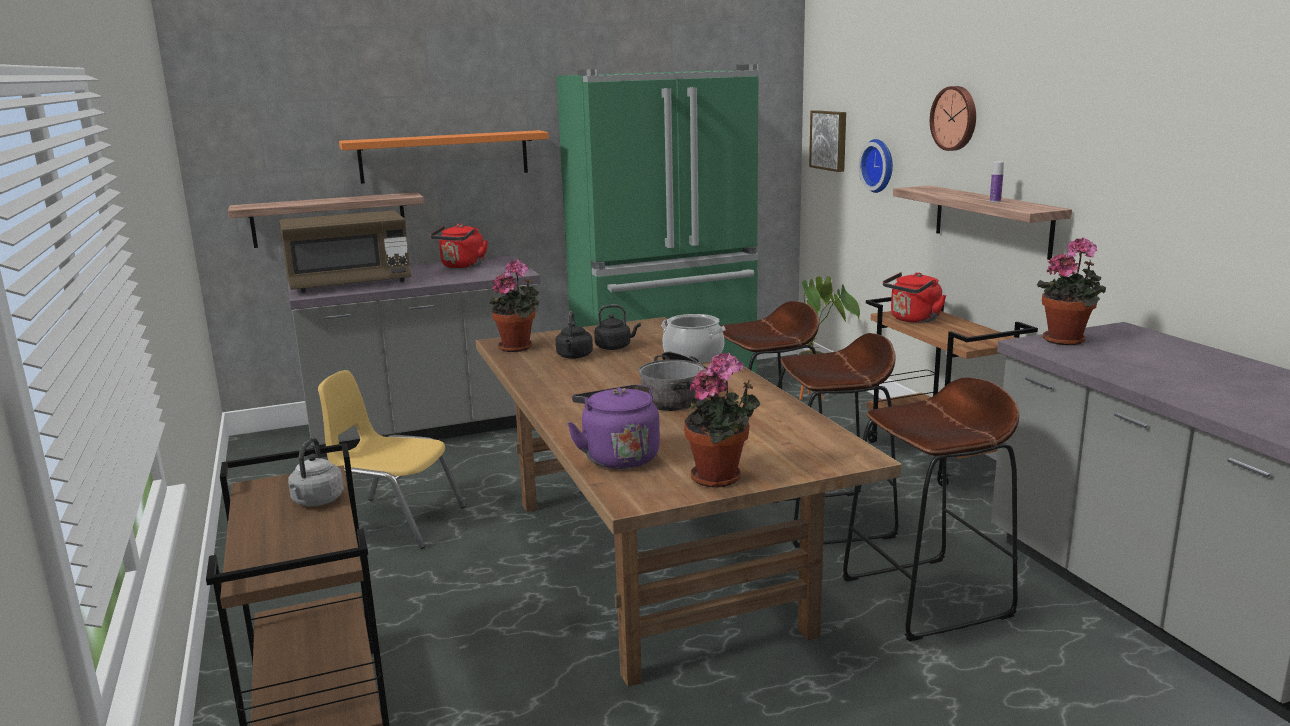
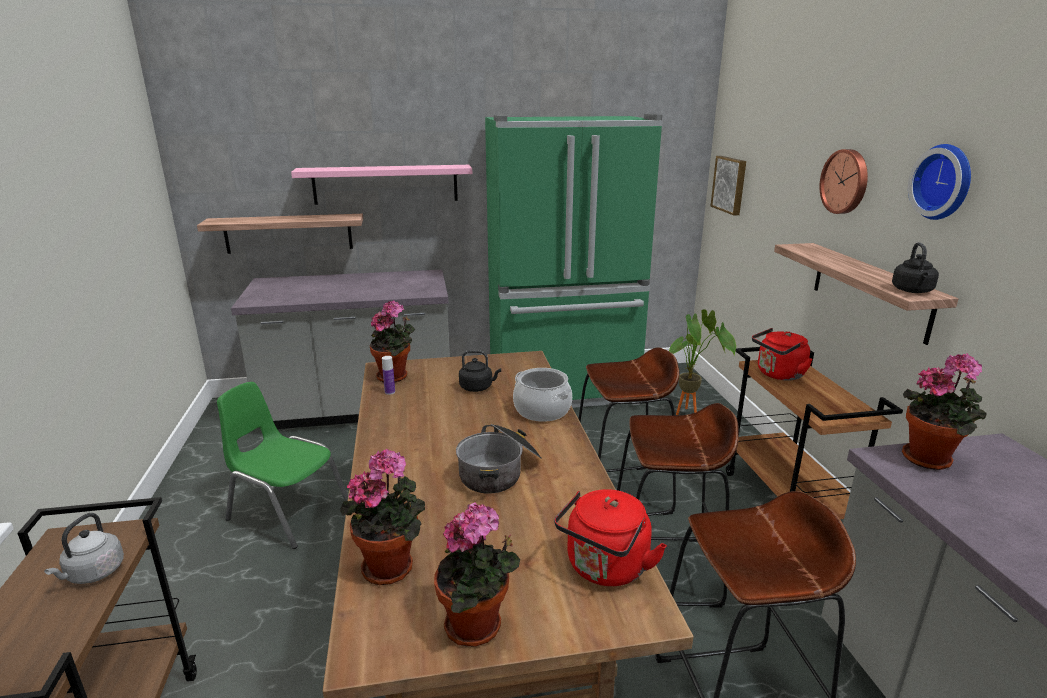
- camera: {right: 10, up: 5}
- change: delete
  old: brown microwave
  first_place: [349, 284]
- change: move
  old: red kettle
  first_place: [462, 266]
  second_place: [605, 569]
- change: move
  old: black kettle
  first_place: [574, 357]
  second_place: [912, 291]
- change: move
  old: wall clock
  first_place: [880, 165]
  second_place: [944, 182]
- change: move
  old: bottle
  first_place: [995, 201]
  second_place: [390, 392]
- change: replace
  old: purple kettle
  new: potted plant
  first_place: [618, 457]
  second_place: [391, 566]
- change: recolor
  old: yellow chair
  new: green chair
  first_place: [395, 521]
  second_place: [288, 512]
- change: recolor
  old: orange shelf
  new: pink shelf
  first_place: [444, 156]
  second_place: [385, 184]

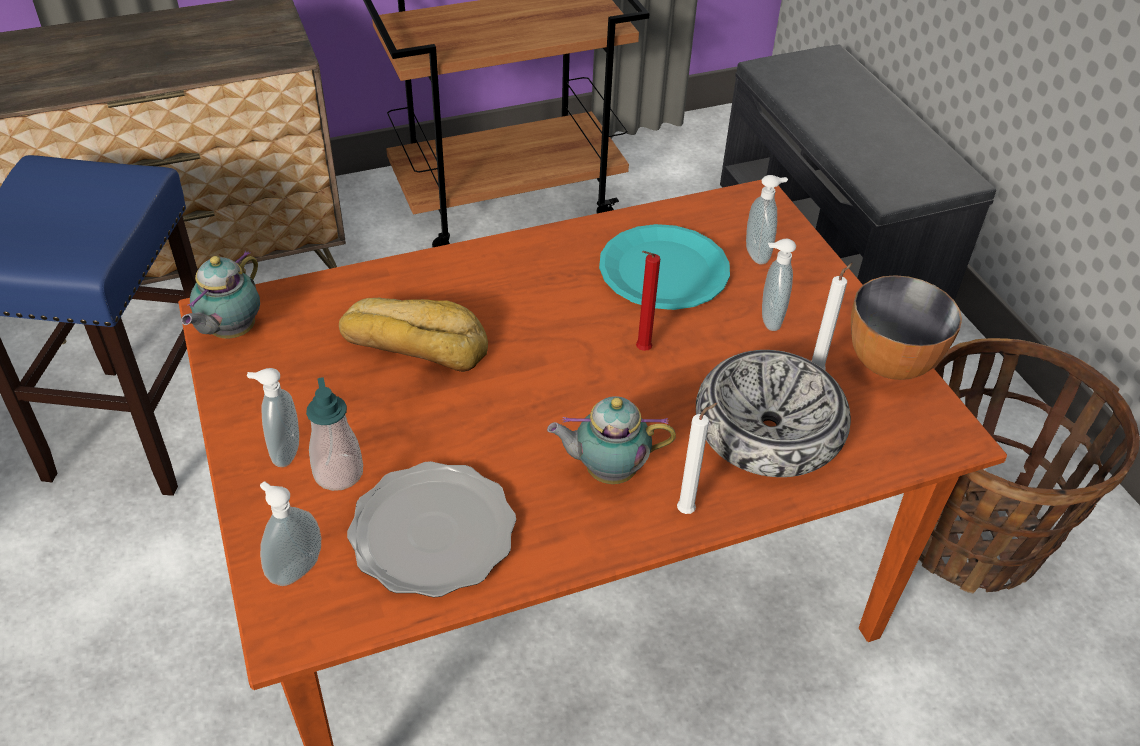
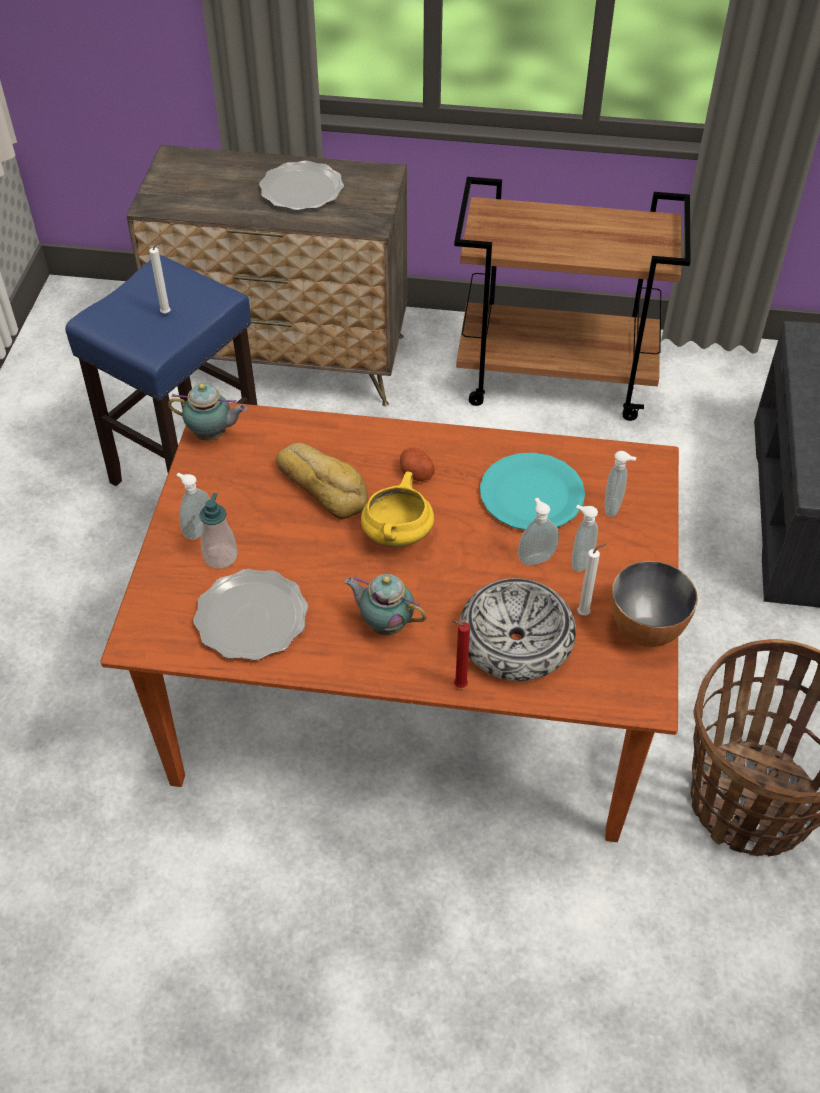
- camera: {right: 30, up: 5}
- change: insert
  new: plate
  second_place: [302, 190]
- change: insert
  new: yellow cooking pot
  second_place: [397, 534]
- change: insert
  new: potato
  second_place: [415, 472]
- change: move
  old: soap dispenser
  first_place: [294, 568]
  second_place: [535, 557]
- change: move
  old: red candle
  first_place: [641, 351]
  second_place: [458, 685]
- change: move
  old: white candle
  first_place: [688, 510]
  second_place: [167, 313]
- change: rotate
  old: teapot
  first_place: [230, 332]
  second_place: [212, 435]
  degrees: -135

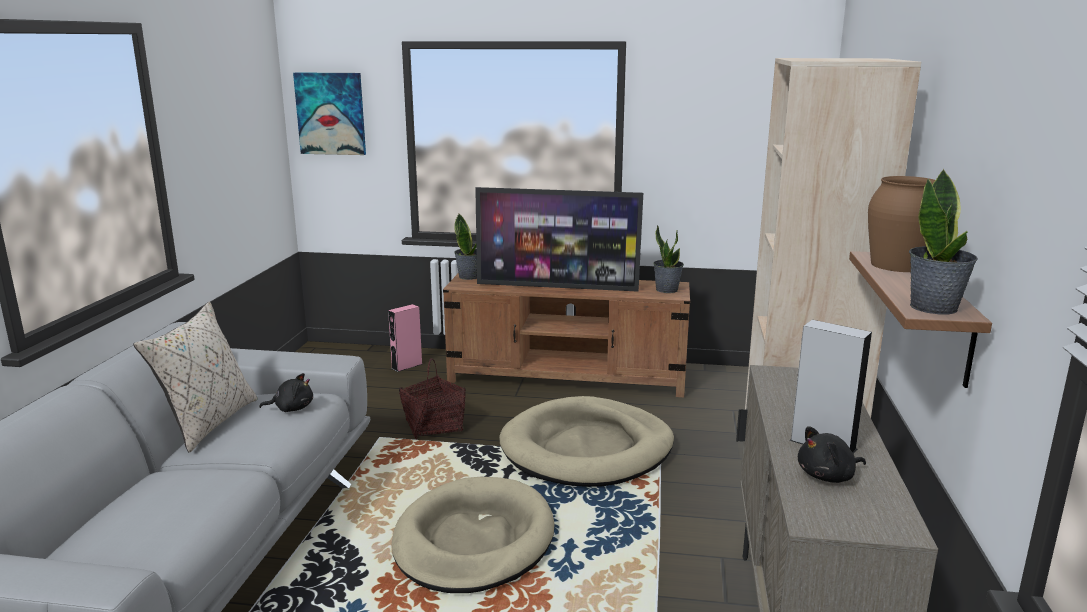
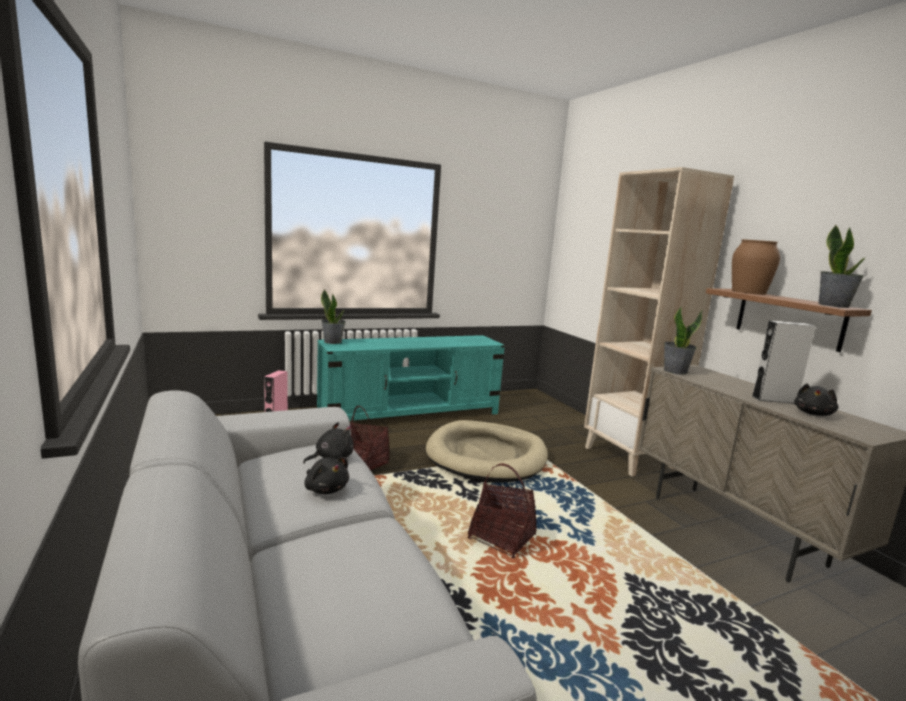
- camera: {right: -35, up: -5}
- change: delete
  old: beige pillow
  first_place: [207, 423]
- change: delete
  old: picture
  first_place: [331, 113]
- change: delete
  old: television
  first_place: [557, 287]
- change: insert
  new: black plush toy
  second_place: [326, 489]
- change: move
  old: potted plant
  first_place: [667, 289]
  second_place: [675, 371]
- change: replace
  old: beige dog bed
  new: basket
  first_place: [473, 540]
  second_place: [502, 538]
- change: recolor
  old: brown tv stand
  new: turquoise tv stand
  first_place: [567, 377]
  second_place: [411, 413]

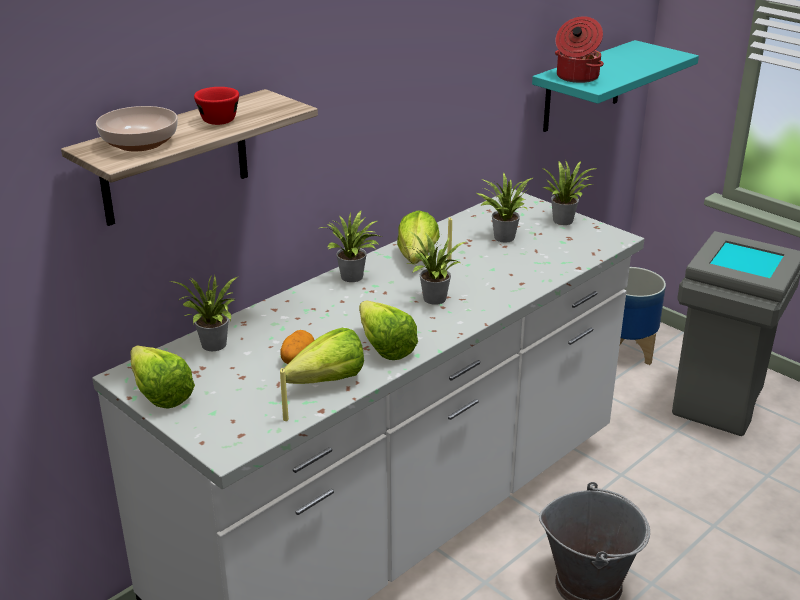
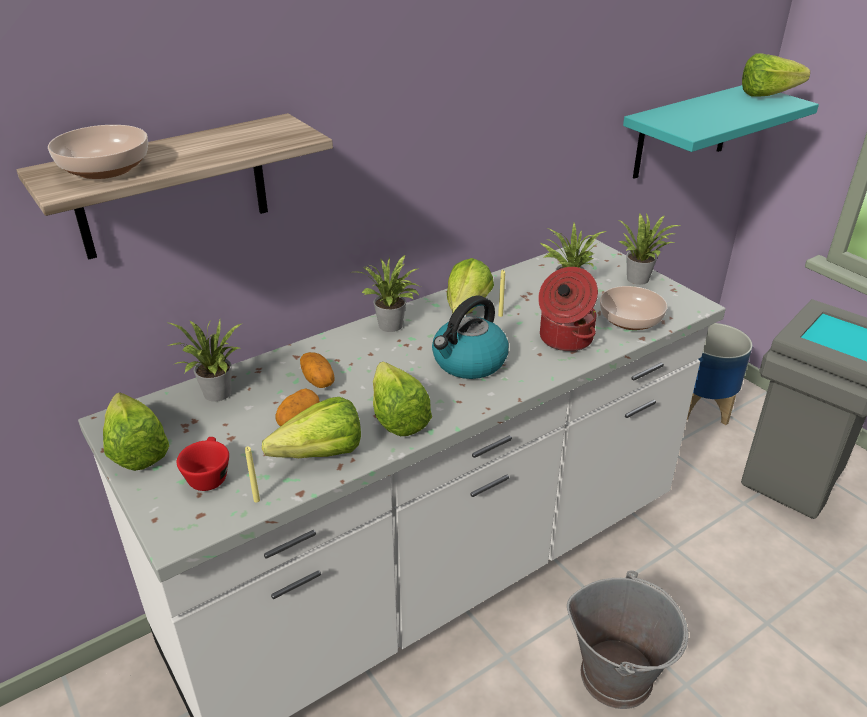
- camera: {right: 10, up: 5}
- change: insert
  new: potato
  second_place: [318, 380]
- change: insert
  new: bowl
  second_place: [631, 320]
- change: insert
  new: lettuce
  second_place: [773, 95]
- change: move
  old: red cup
  first_place: [217, 118]
  second_place: [208, 475]
- change: move
  old: cooking pot
  first_place: [576, 77]
  second_place: [564, 338]
- change: replace
  old: potted plant
  new: kettle
  first_place: [433, 300]
  second_place: [468, 362]

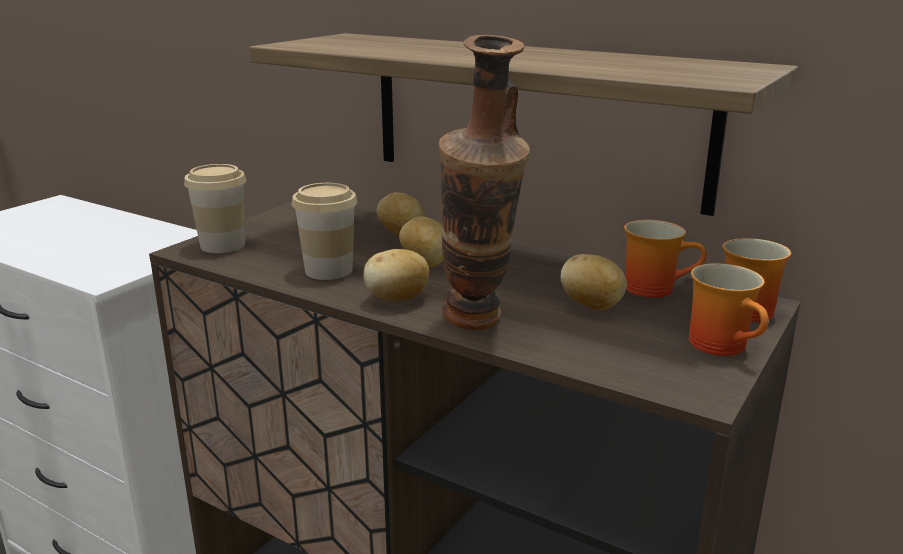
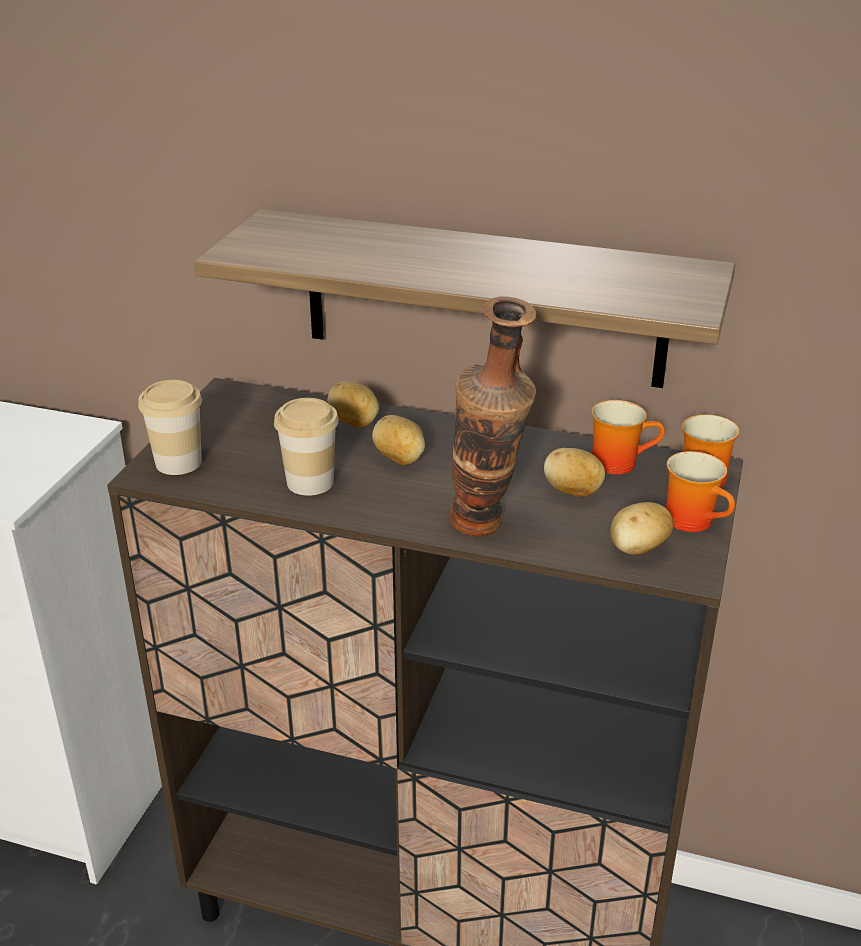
- camera: {right: -15, up: 10}
- change: move
  old: potato
  first_place: [397, 299]
  second_place: [638, 549]

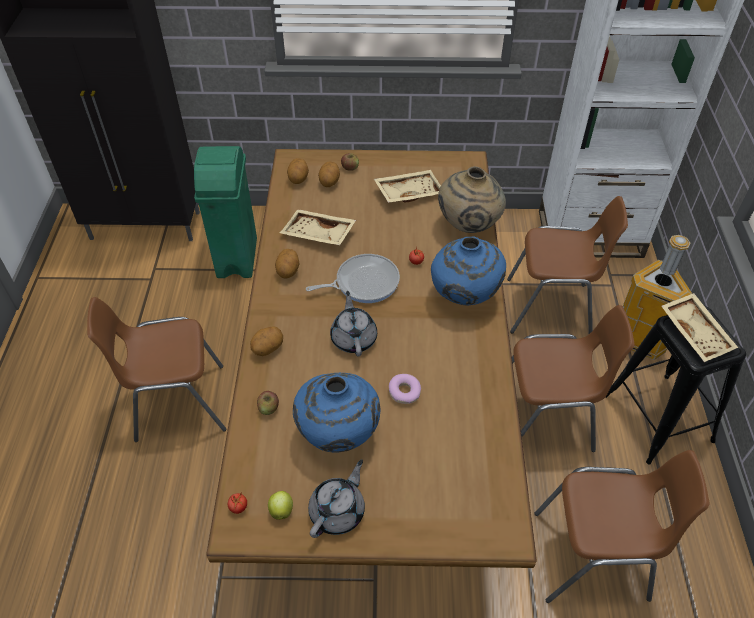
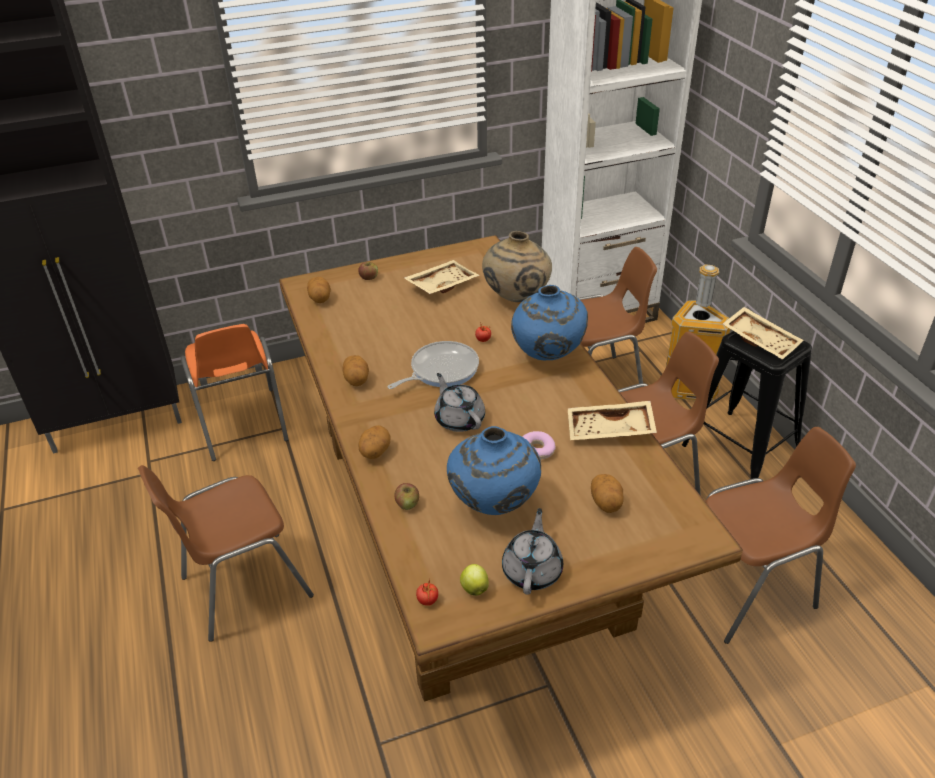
- camera: {right: -20, up: -10}
- change: move
  old: beige tray
  first_place: [317, 235]
  second_place: [610, 431]
- change: move
  old: potato
  first_place: [329, 182]
  second_place: [606, 503]
- change: replace
  old: green trash can
  new: orange chair
  first_place: [236, 258]
  second_place: [242, 426]

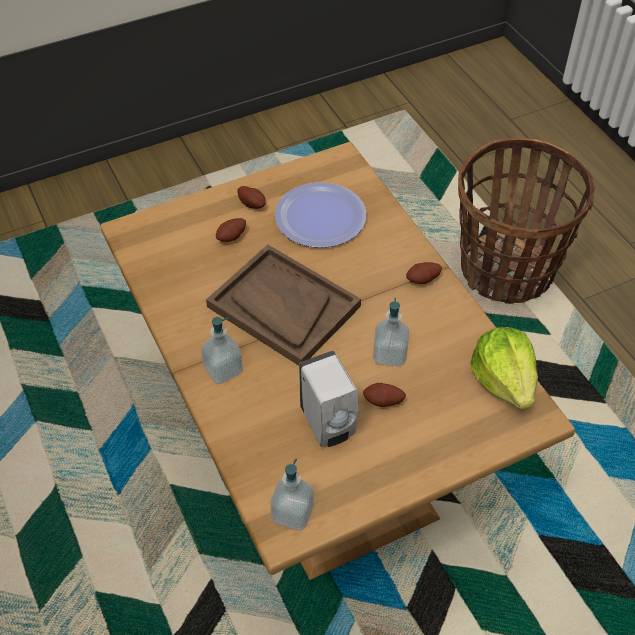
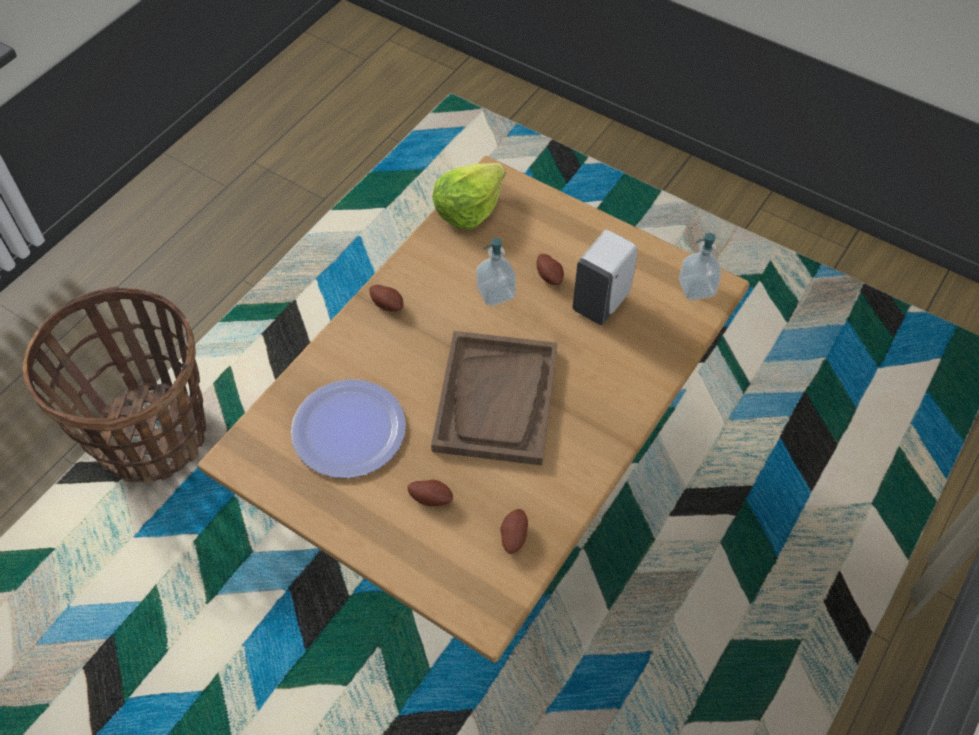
- camera: {right: -120, up: 5}
- change: delete
  old: soap dispenser
  first_place: [223, 370]
- change: move
  old: potato
  first_place: [252, 204]
  second_place: [513, 536]

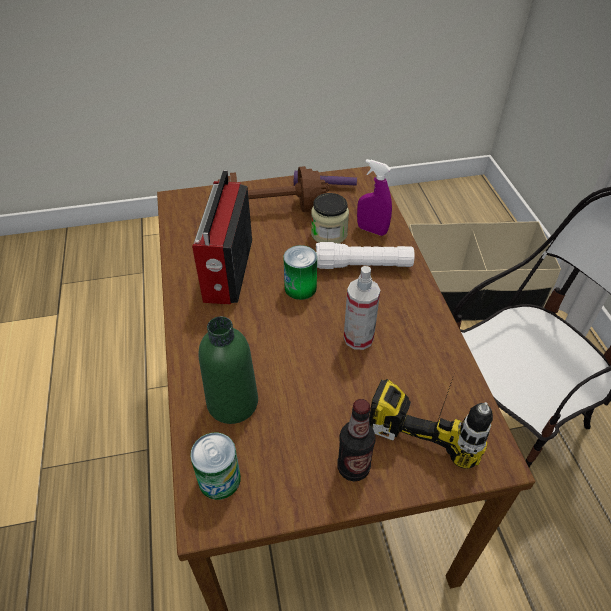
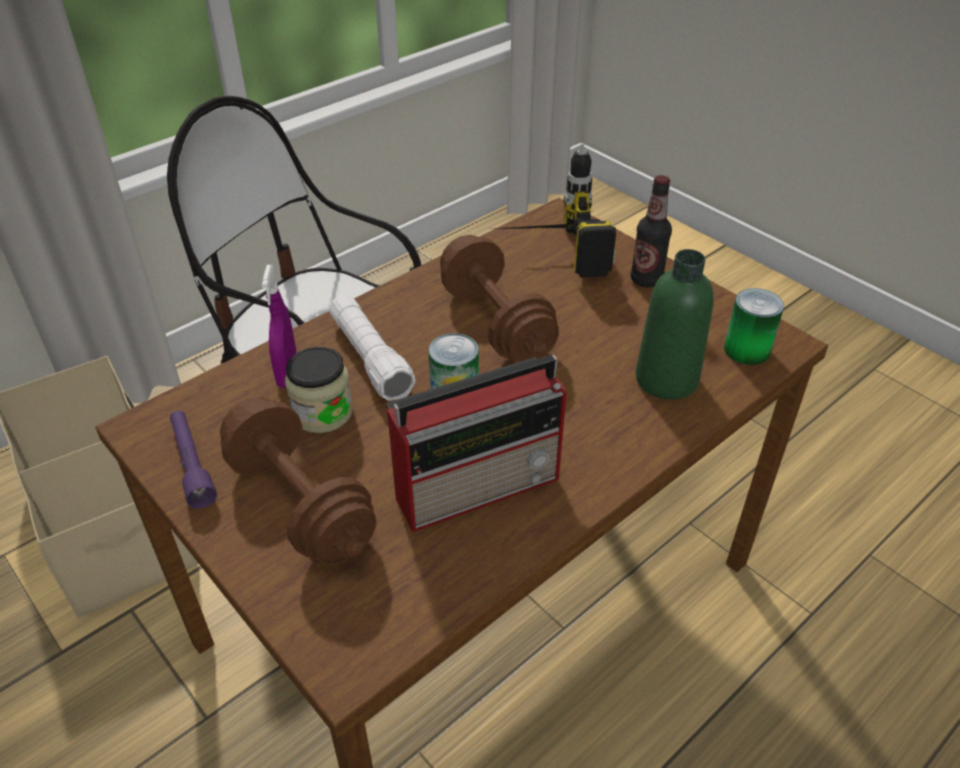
- camera: {right: -120, up: -5}
- change: replace
  old: spray bottle
  new: brown dumbbell
  first_place: [358, 338]
  second_place: [496, 323]

